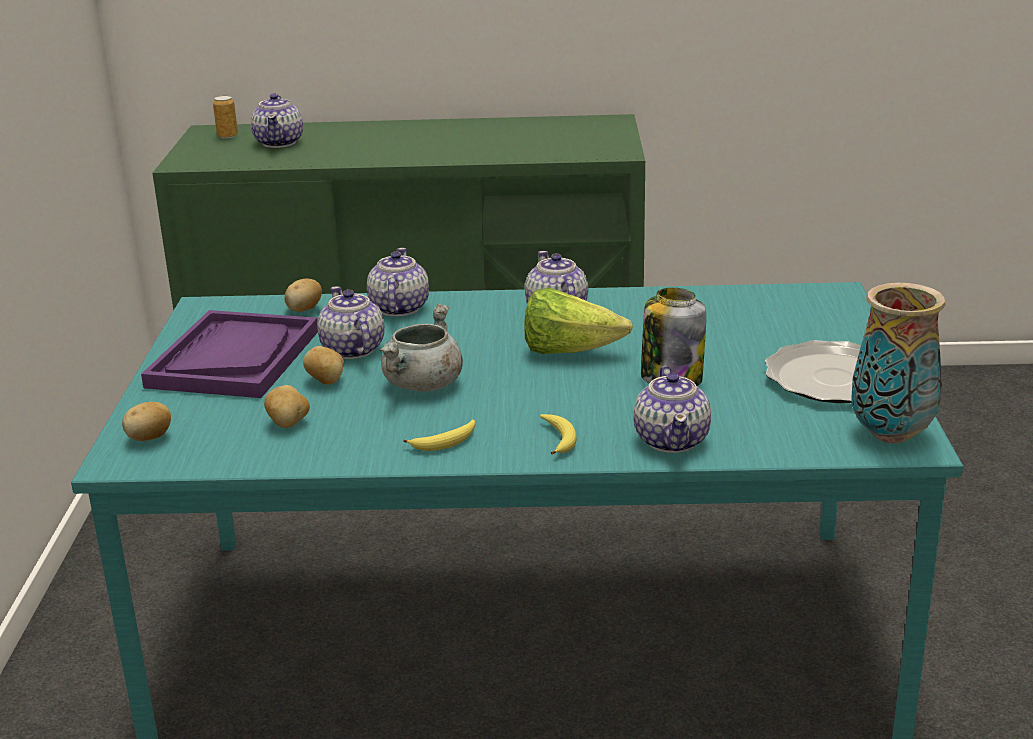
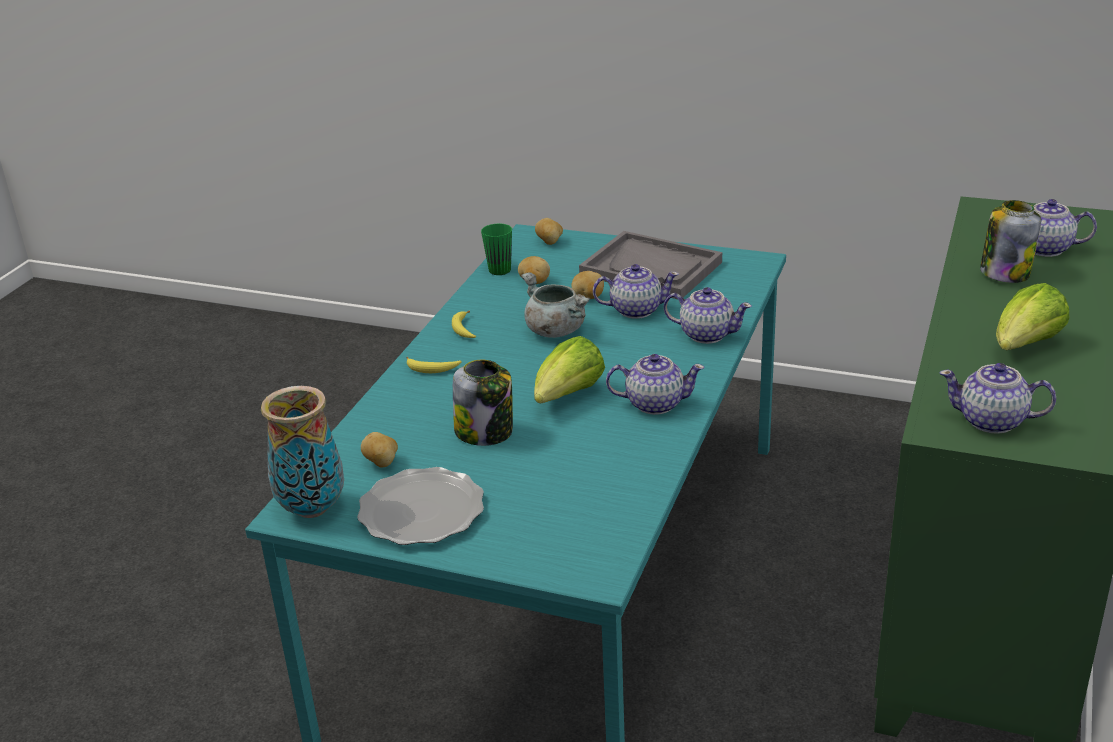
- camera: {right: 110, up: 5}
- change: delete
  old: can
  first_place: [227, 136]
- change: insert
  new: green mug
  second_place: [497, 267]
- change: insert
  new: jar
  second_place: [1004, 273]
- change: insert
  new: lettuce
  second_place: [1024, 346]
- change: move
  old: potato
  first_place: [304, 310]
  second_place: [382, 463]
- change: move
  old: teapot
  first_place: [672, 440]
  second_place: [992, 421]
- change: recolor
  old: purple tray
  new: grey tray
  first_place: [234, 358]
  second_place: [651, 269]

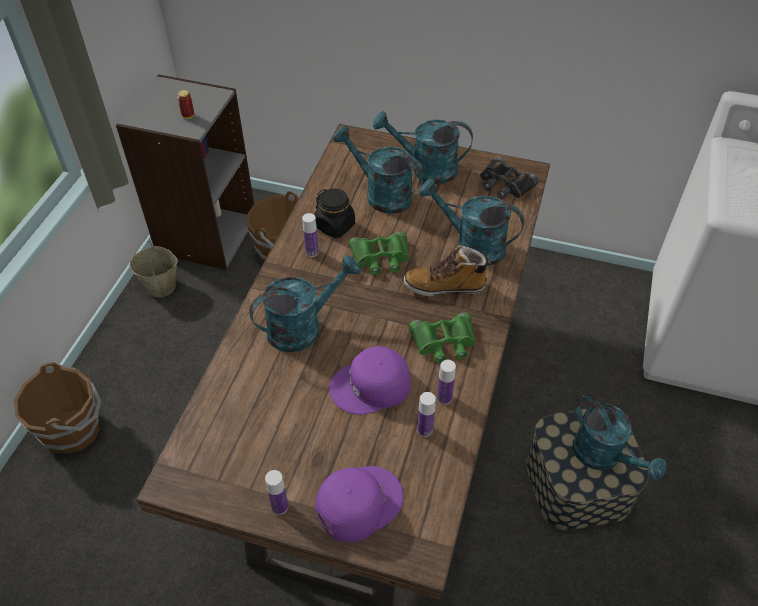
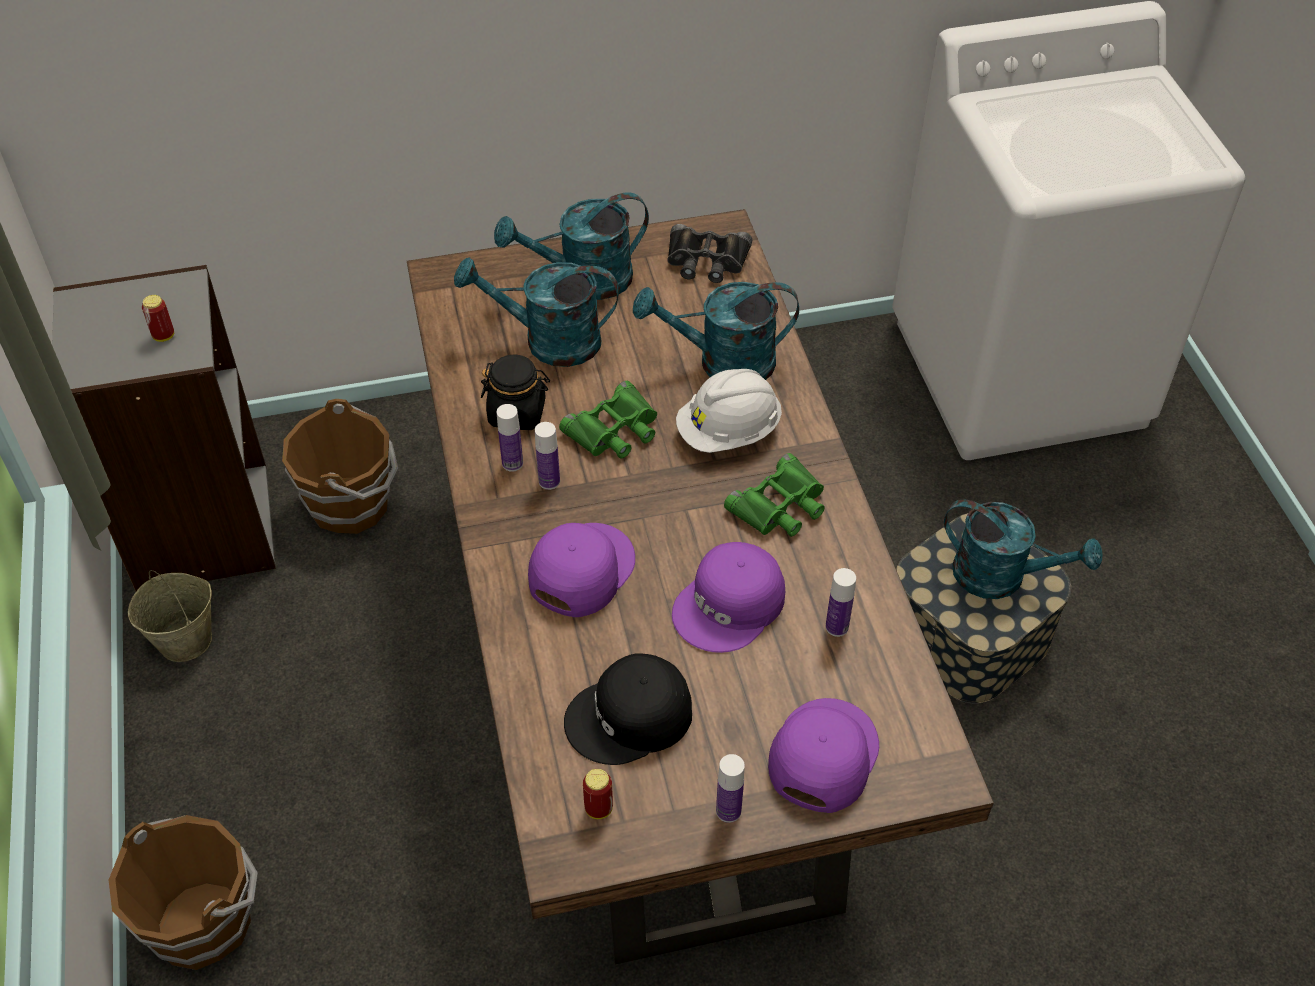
- camera: {right: -30, up: 0}
- change: insert
  new: black cap
  second_place: [630, 718]
- change: insert
  new: can
  second_place: [598, 809]
- change: move
  old: bottle
  first_place: [444, 398]
  second_place: [549, 481]
- change: replace
  old: turquoise watering can
  new: purple cap
  first_place: [303, 326]
  second_place: [580, 570]
- change: replace
  old: boot
  new: white hard hat
  first_place: [445, 286]
  second_place: [729, 432]

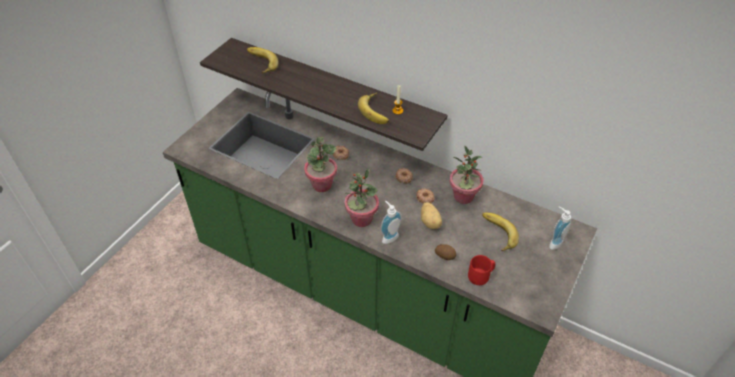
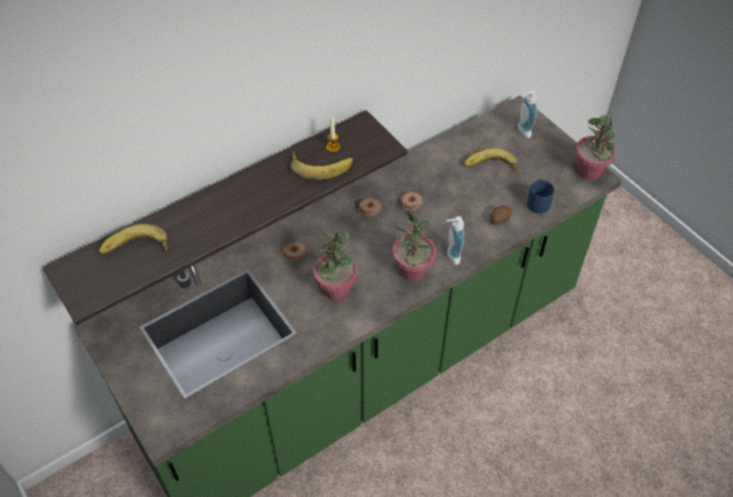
- camera: {right: -65, up: 5}
- change: delete
  old: potato
  first_place: [430, 222]
- change: move
  old: potted plant
  first_place: [463, 197]
  second_place: [589, 171]
- change: recolor
  old: red mug
  new: blue mug
  first_place: [480, 276]
  second_place: [538, 202]

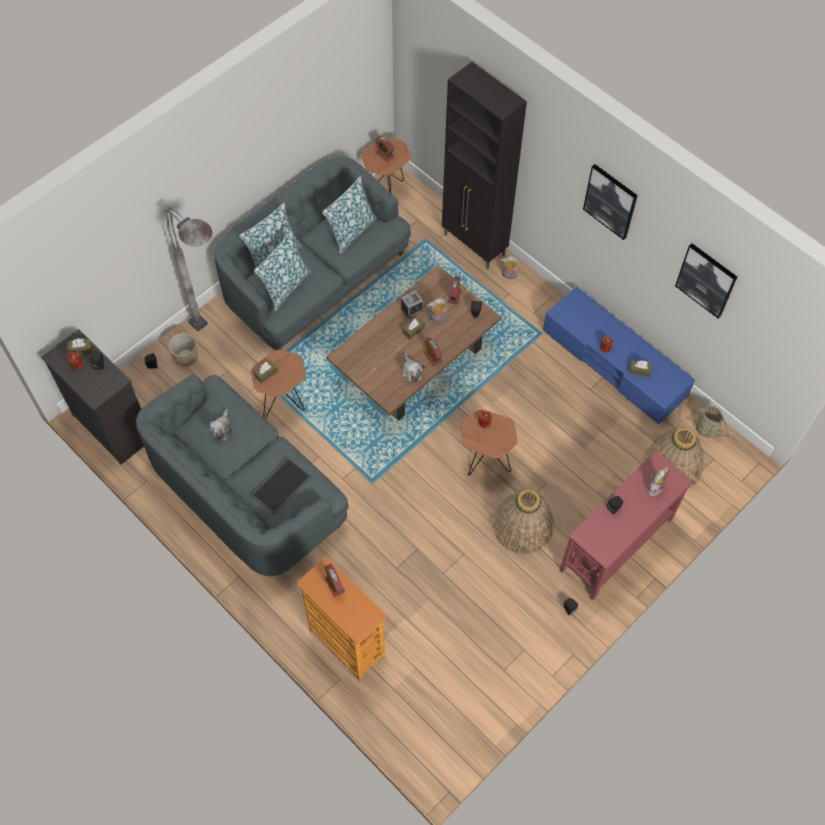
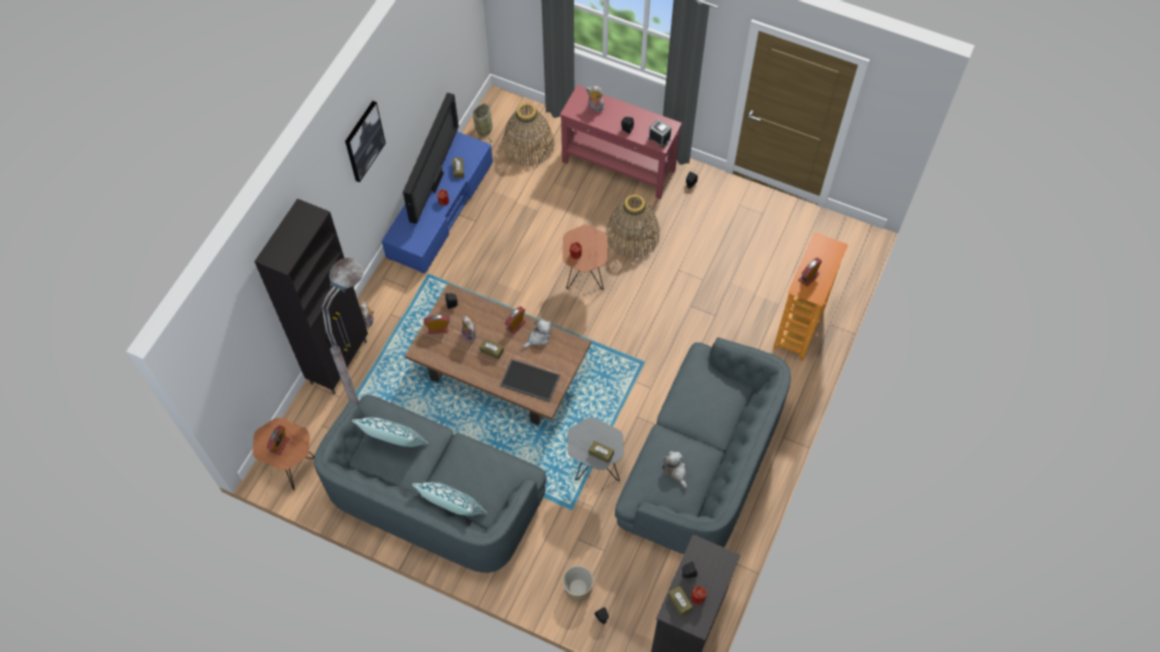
- camera: {right: -110, up: 0}
- change: delete
  old: pillow
  first_place: [285, 286]
- change: delete
  old: picture
  first_place: [706, 280]
- change: insert
  new: television
  second_place: [436, 180]
- change: move
  old: grey floor lamp
  first_place: [217, 341]
  second_place: [372, 384]
- change: move
  old: tray
  first_place: [281, 485]
  second_place: [529, 381]
- change: move
  old: alarm clock
  first_place: [412, 309]
  second_place: [659, 138]
- change: recolor
  old: brown side table
  new: grey side table
  first_place: [284, 404]
  second_place: [594, 469]
- change: rotate
  old: plush toy
  first_place: [222, 429]
  second_place: [675, 471]
  degrees: -105

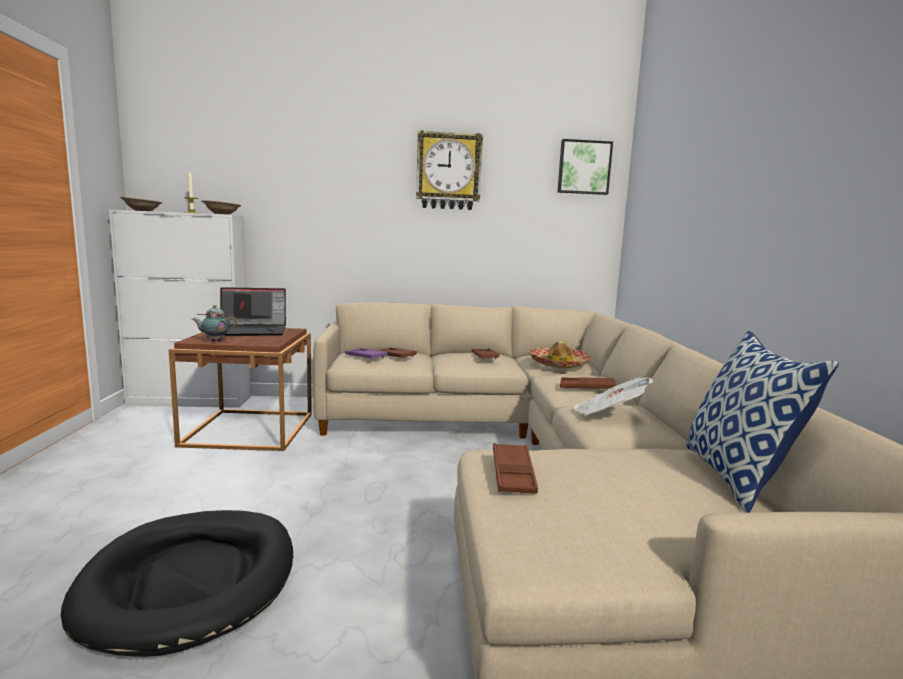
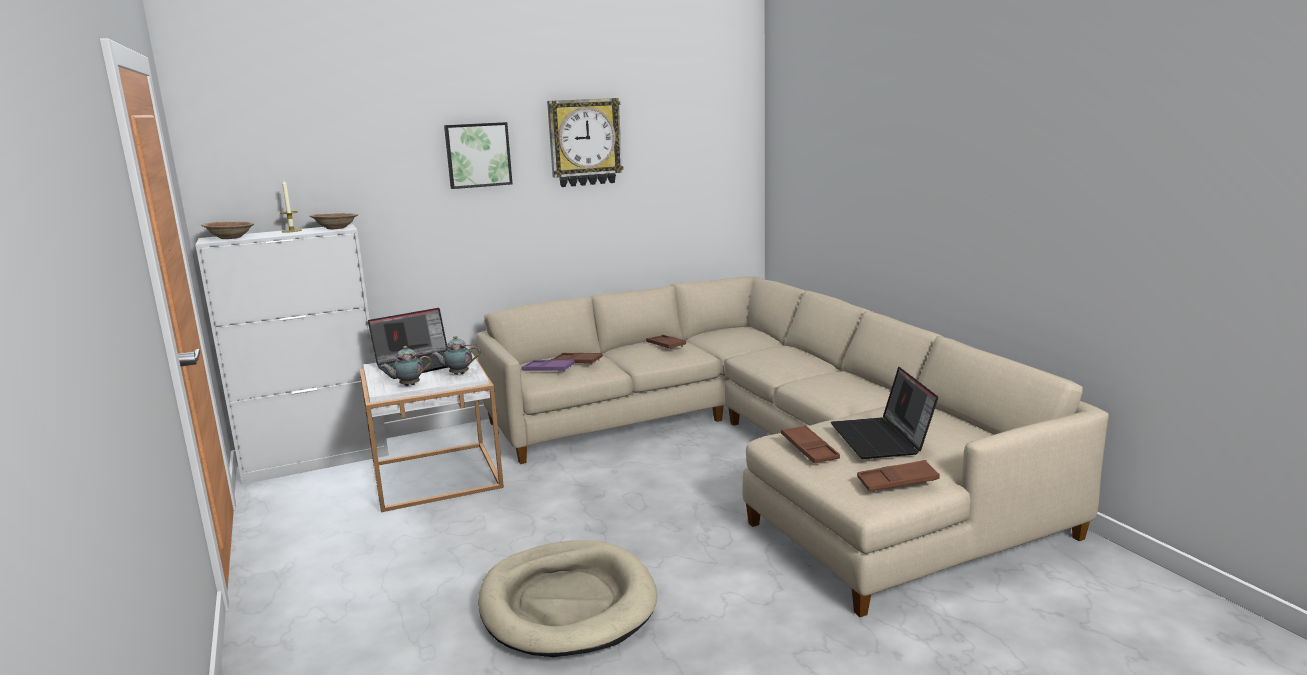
- camera: {right: -20, up: 5}
- change: delete
  old: hat
  first_place: [558, 364]
- change: delete
  old: newspaper
  first_place: [608, 414]
- change: delete
  old: pillow
  first_place: [737, 478]
- change: insert
  new: teapot
  second_place: [457, 374]
- change: insert
  new: laptop
  second_place: [882, 439]
- change: move
  old: picture
  first_place: [584, 167]
  second_place: [478, 155]
- change: move
  old: brown tray
  first_place: [586, 387]
  second_place: [897, 481]
- change: recolor
  old: black dog bed
  new: beige dog bed
  first_place: [191, 581]
  second_place: [567, 603]
- change: recolor
  old: brown side table
  new: white side table
  first_place: [249, 429]
  second_place: [436, 475]

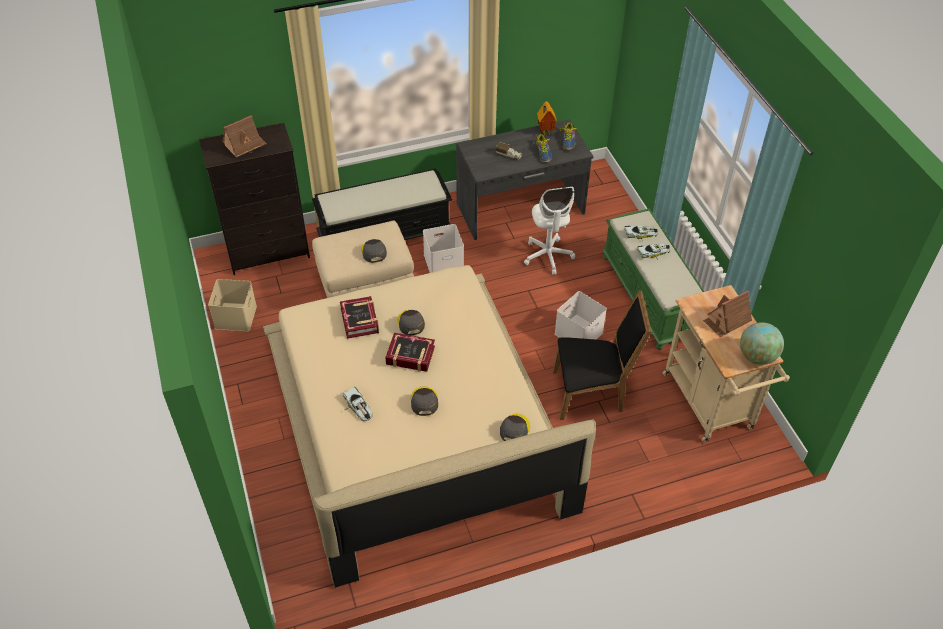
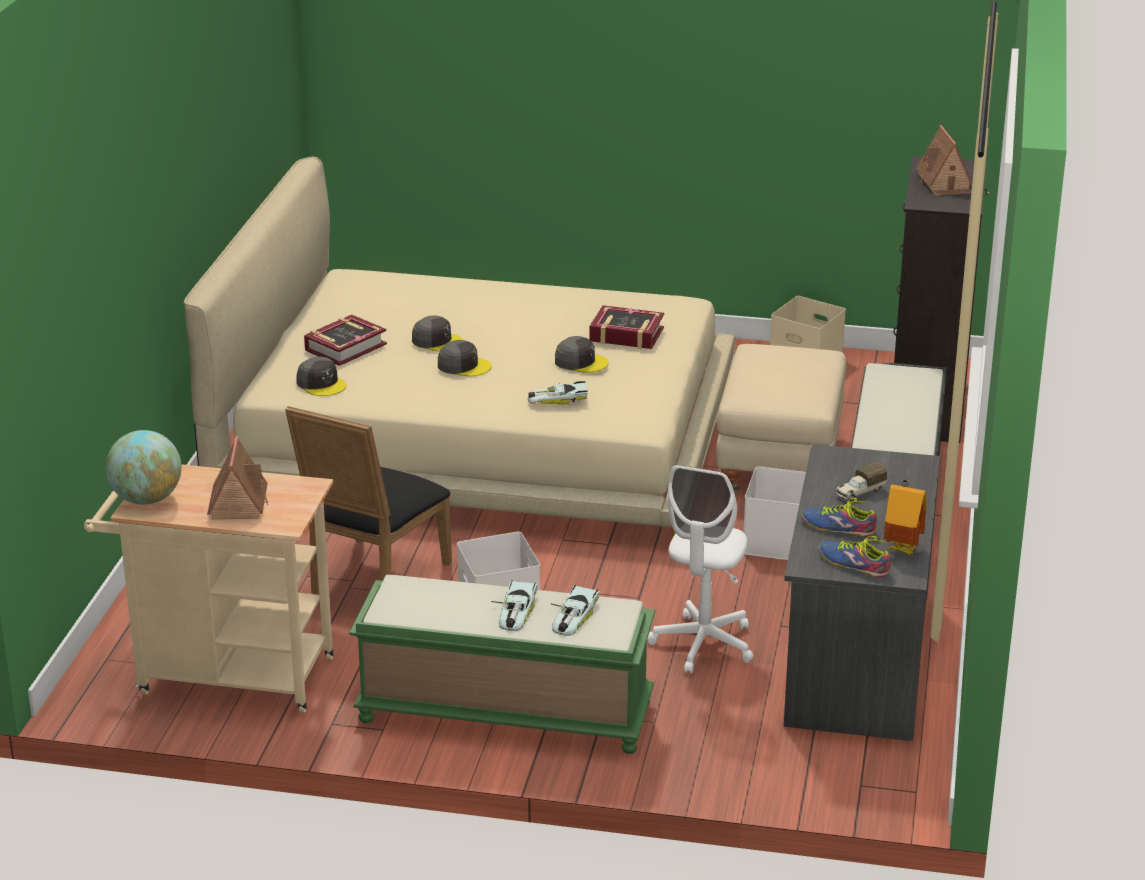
- camera: {right: 120, up: -20}
- change: move
  old: toy car
  first_place: [358, 407]
  second_place: [557, 398]
- change: move
  old: grey cap
  first_place: [373, 252]
  second_place: [463, 366]
- change: move
  old: book
  first_place: [410, 356]
  second_place: [345, 347]
- change: rotate
  old: white office chair
  first_place: [548, 256]
  second_place: [703, 644]
  degrees: -90

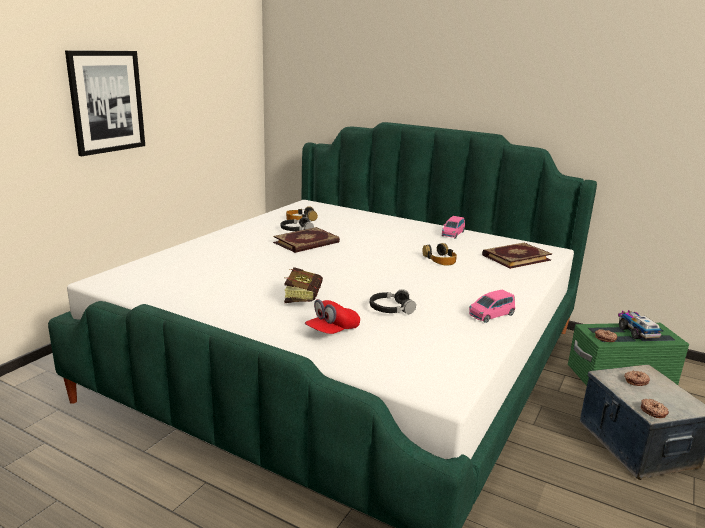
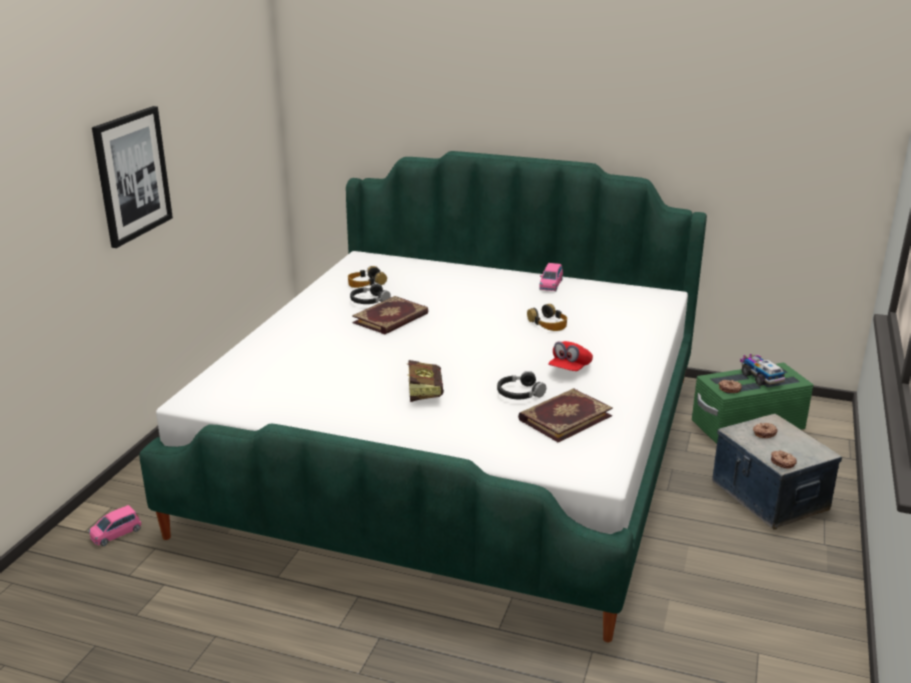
- camera: {right: -10, up: 5}
- change: move
  old: red cap
  first_place: [332, 331]
  second_place: [570, 369]
- change: move
  old: pink toy car
  first_place: [491, 315]
  second_place: [116, 534]
- change: move
  old: book
  first_place: [515, 257]
  second_place: [564, 417]

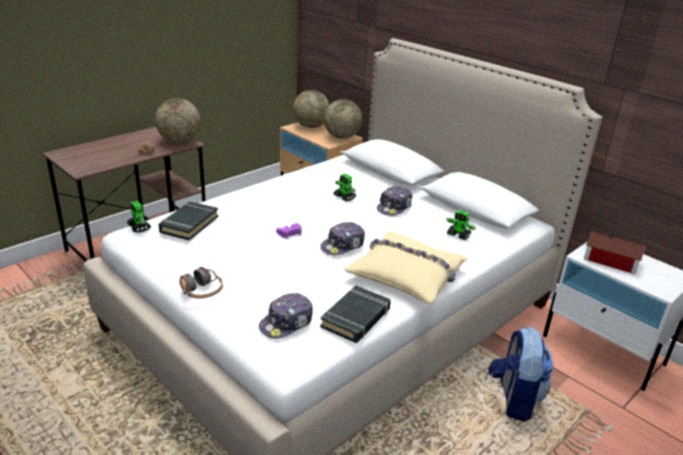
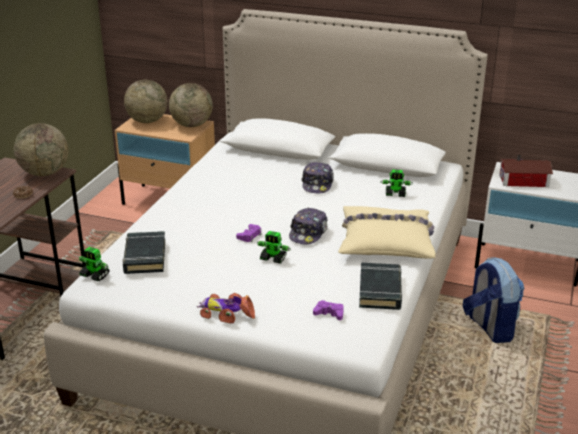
- camera: {right: -25, up: 0}
- change: move
  old: toy robot
  first_place: [344, 197]
  second_place: [273, 258]
- change: replace
  old: headphones
  new: toy car
  first_place: [202, 292]
  second_place: [226, 313]
- change: replace
  old: cap
  new: purple game controller
  first_place: [287, 323]
  second_place: [329, 313]

